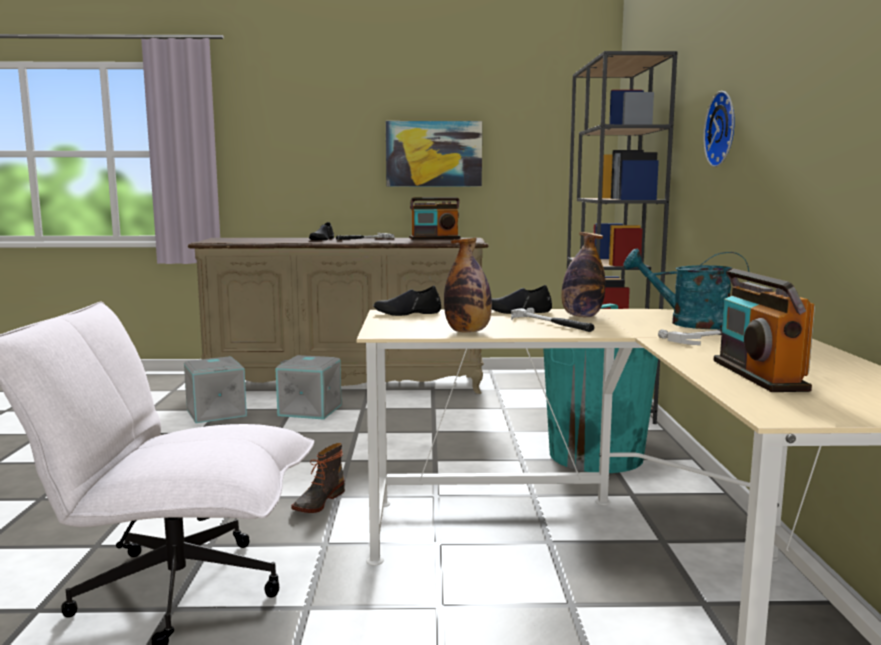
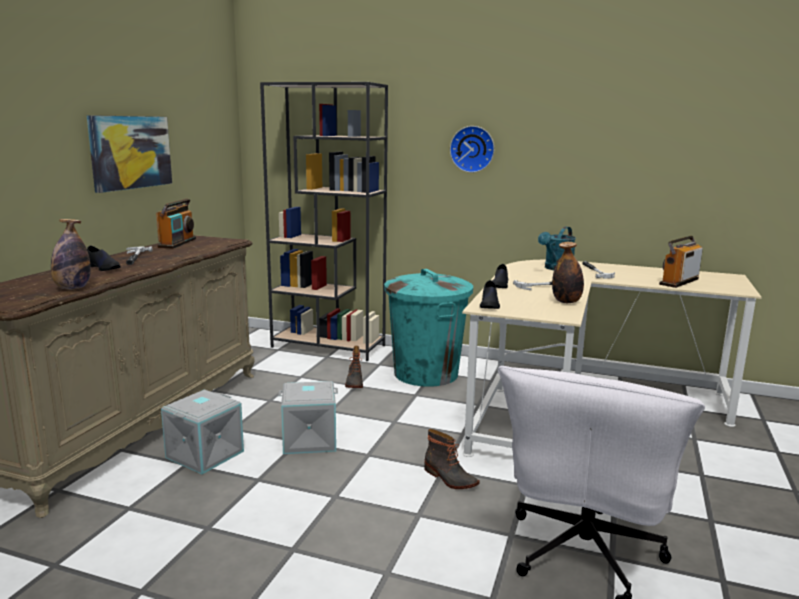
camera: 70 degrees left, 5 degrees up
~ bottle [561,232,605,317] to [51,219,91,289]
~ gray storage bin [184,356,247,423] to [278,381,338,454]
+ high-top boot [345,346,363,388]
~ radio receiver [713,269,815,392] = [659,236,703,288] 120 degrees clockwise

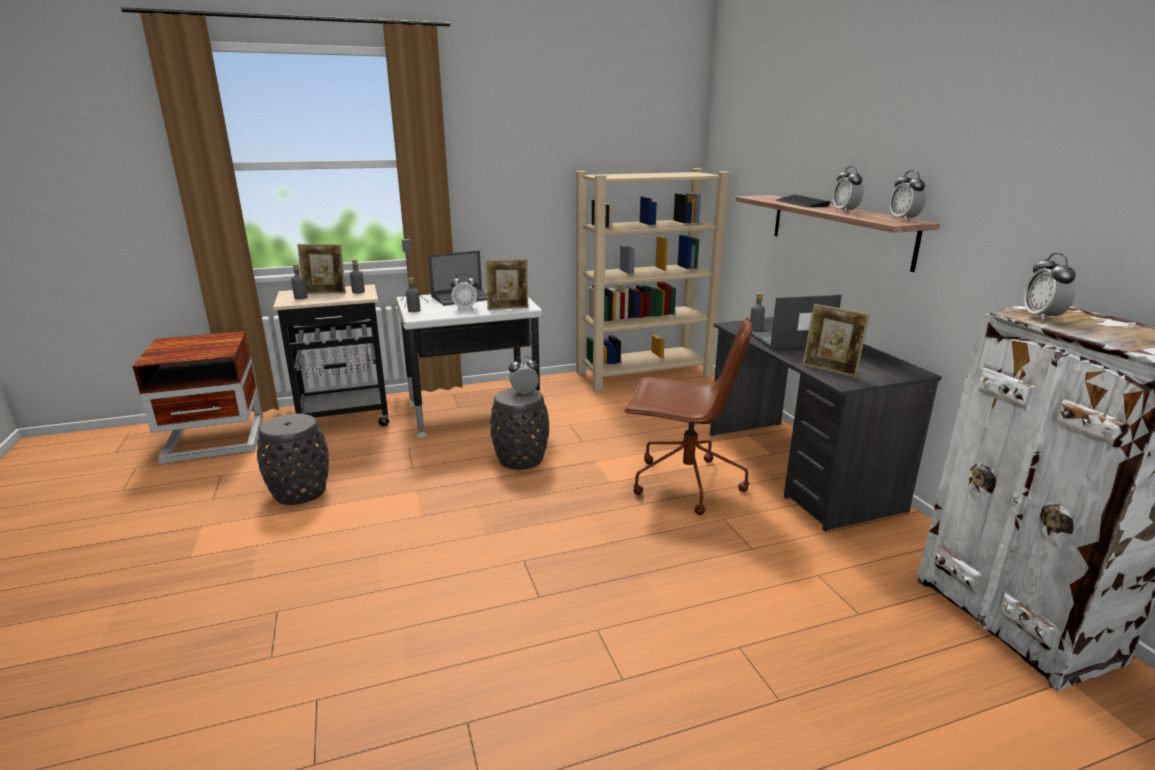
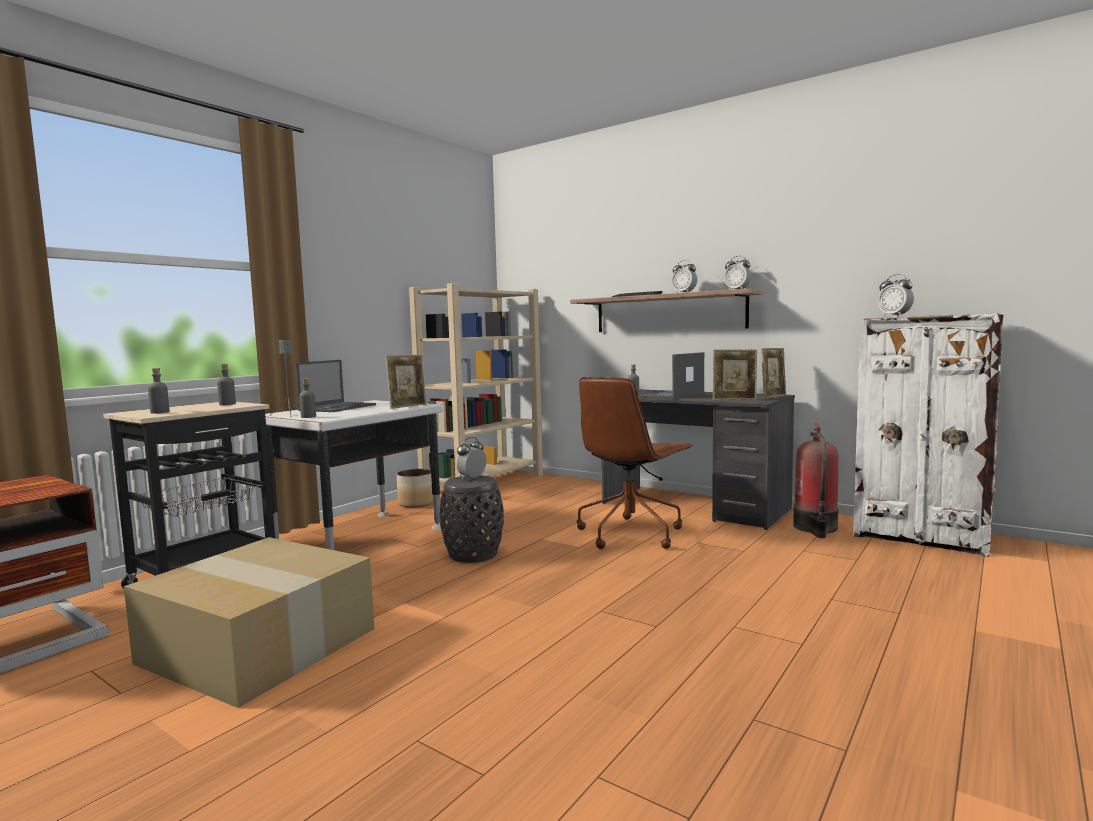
camera: 35 degrees left, 15 degrees down
~ gray stool seat [257,414,329,505] to carton [124,537,375,708]
+ planter [397,469,433,508]
~ brownish computer chair [624,318,753,515] = [577,377,694,549] 150 degrees clockwise
~ standing frame [297,244,346,294] to [761,348,786,399]
+ fire extinguisher [793,422,839,538]
- table clock [451,273,478,310]

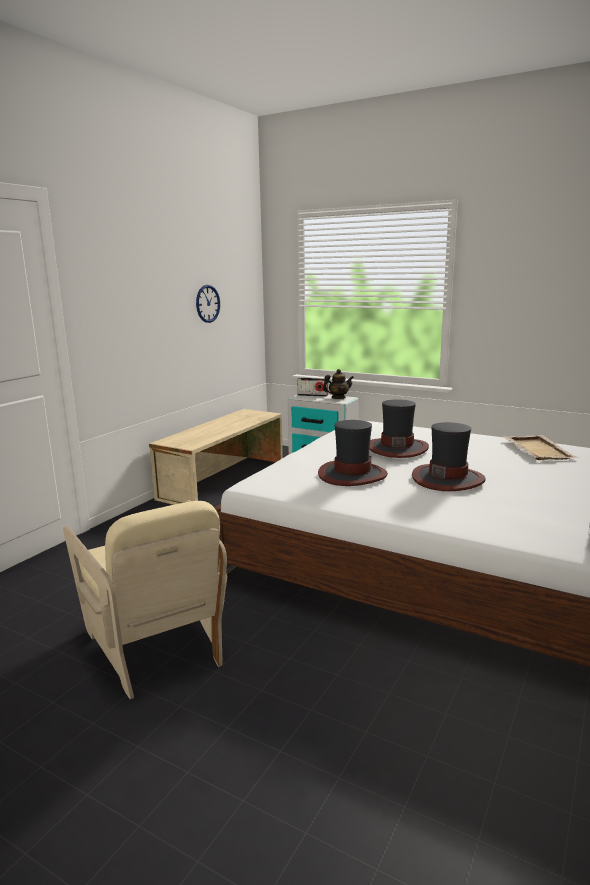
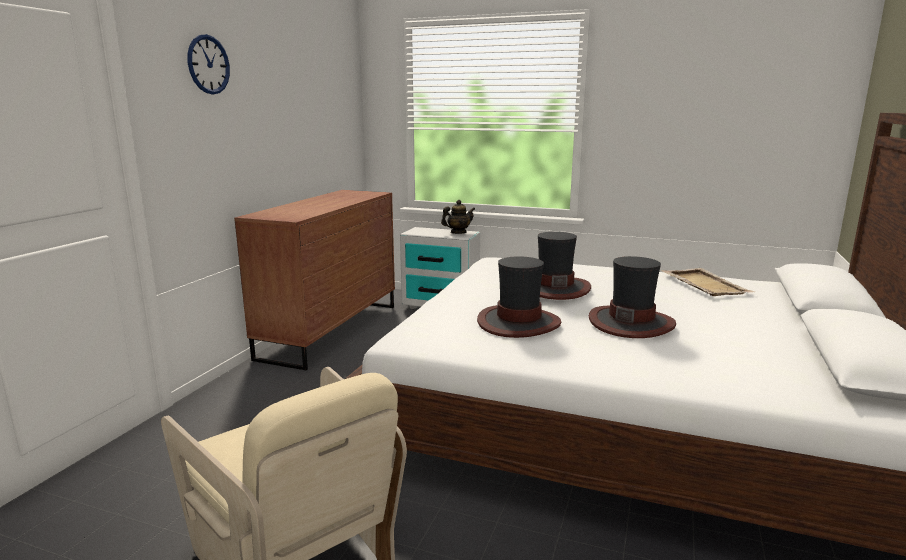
camera: 10 degrees left, 0 degrees up
~ clock on the wall [196,285,220,323] to [187,34,230,94]
~ sand-coloured bench [149,409,283,505] to brownish drawer chest [234,190,395,370]
- radio receiver [297,378,328,397]

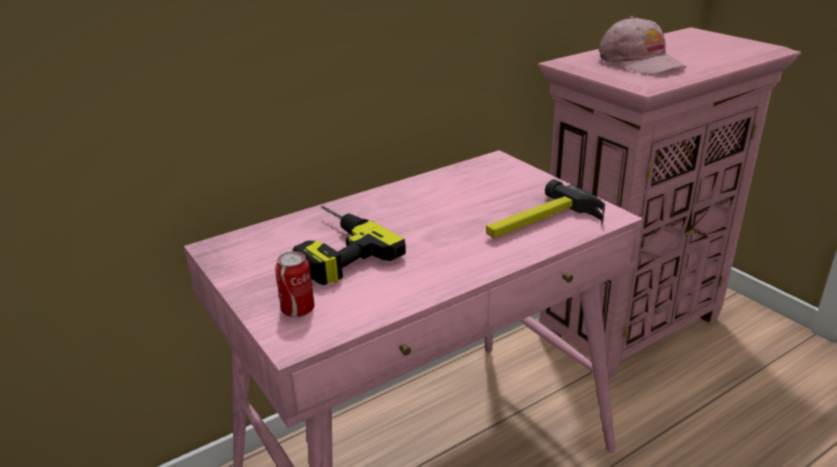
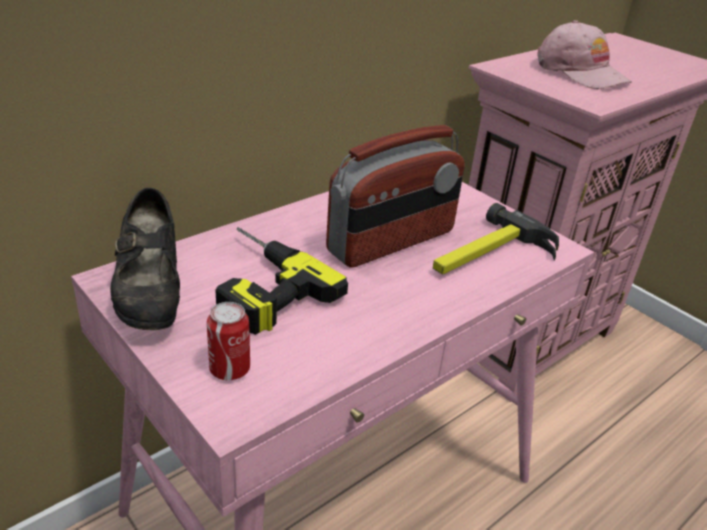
camera: 10 degrees left, 5 degrees up
+ black shoe [110,188,180,330]
+ radio receiver [326,125,465,268]

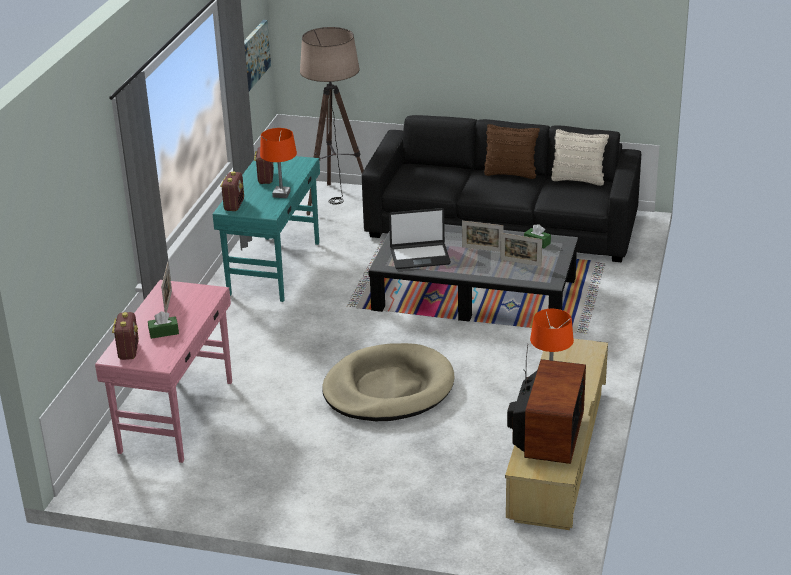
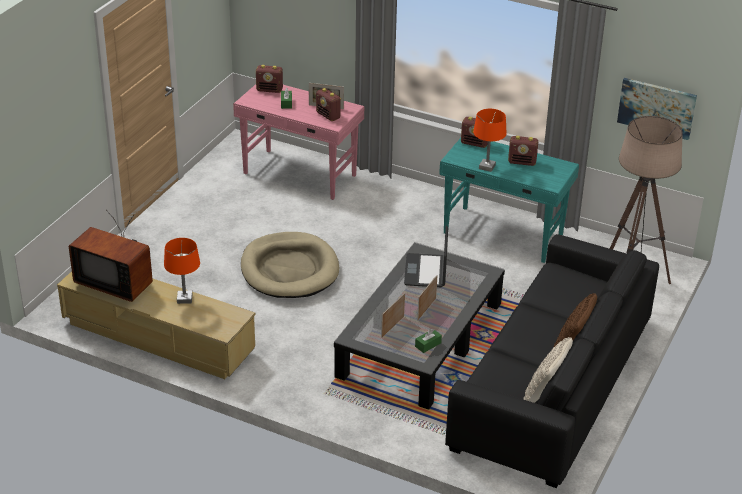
camera: 100 degrees right, 5 degrees up
+ radio receiver [316,88,341,121]

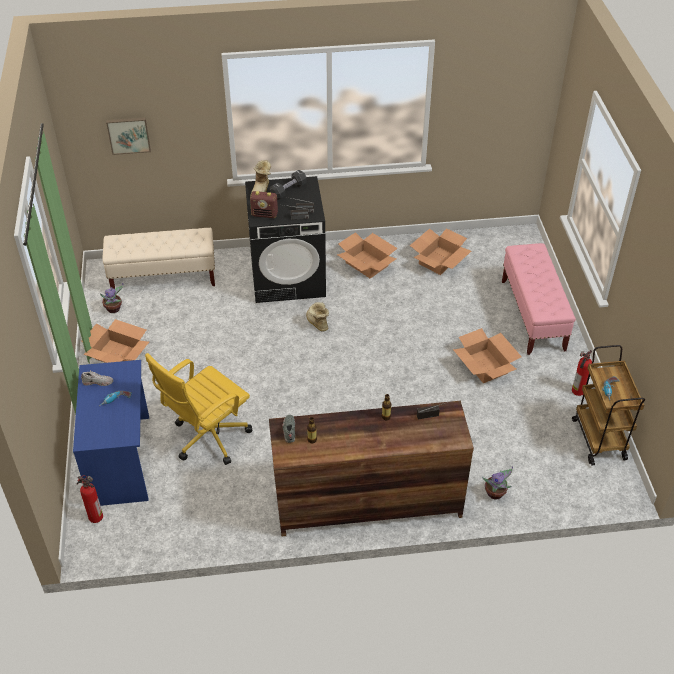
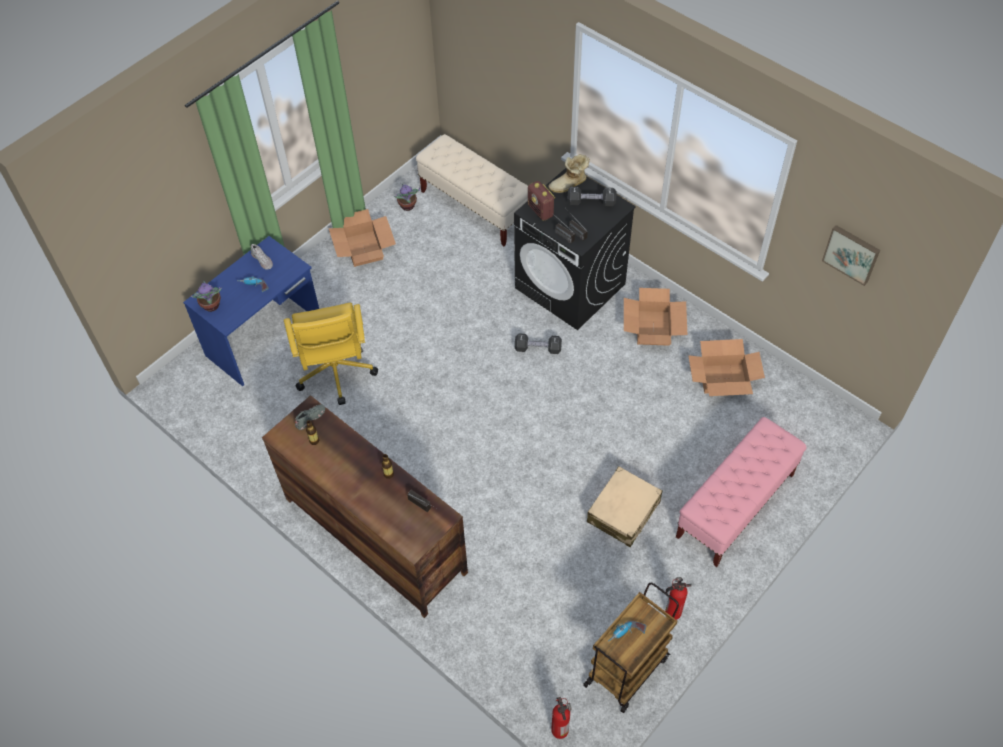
camera: 50 degrees right, 10 degrees up
~ plant in a pot [482,466,513,499] to [191,281,222,312]
~ yellow-coloured computer chair [145,353,252,465] = [284,303,378,405] 105 degrees counterclockwise
~ high-top boot [306,302,329,332] to black hand weight [515,333,562,354]
~ fire extinguisher [77,475,103,523] to [551,697,572,739]
~ carton [453,328,522,383] to sand-coloured travel case [587,467,662,547]
~ wall art [106,117,151,155] to [822,225,880,286]

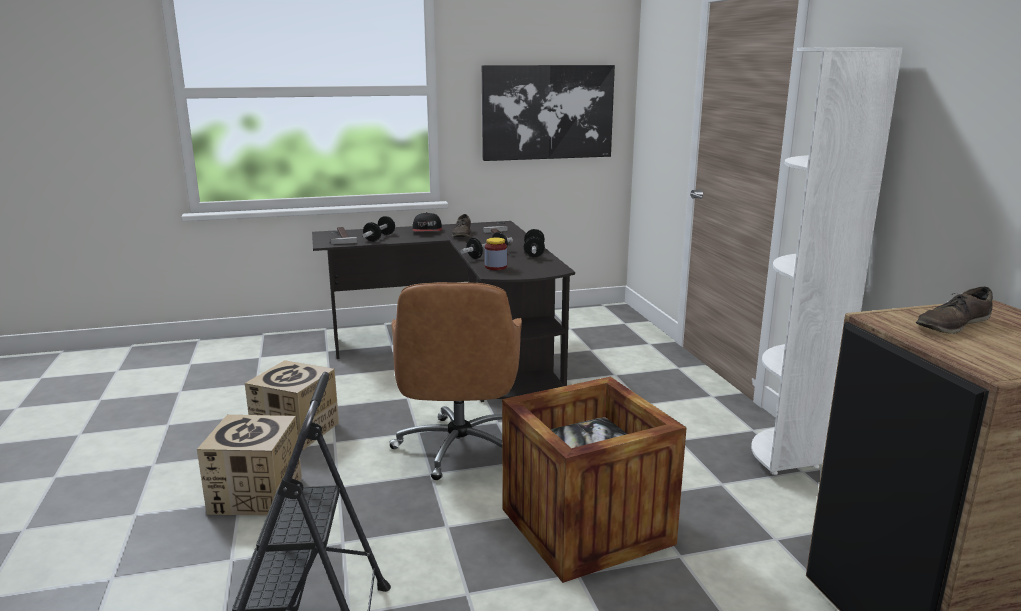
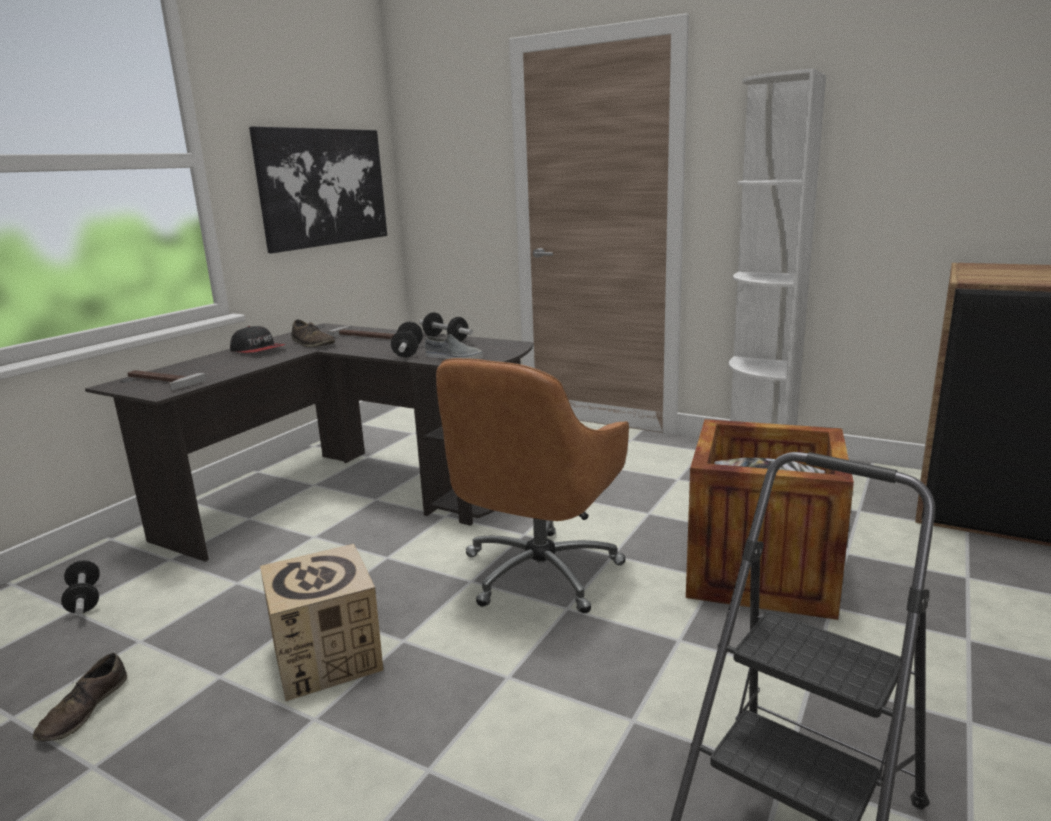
camera: 45 degrees left, 0 degrees up
~ brownish shoe [916,287,993,334] to [33,653,127,741]
~ hand weight [363,216,395,242] to [61,560,100,615]
~ jar [485,238,507,270] to gray shoe [425,334,483,359]
~ brownish computer chair [389,282,522,480] = [436,358,629,613] 75 degrees clockwise
- carton [197,415,302,515]

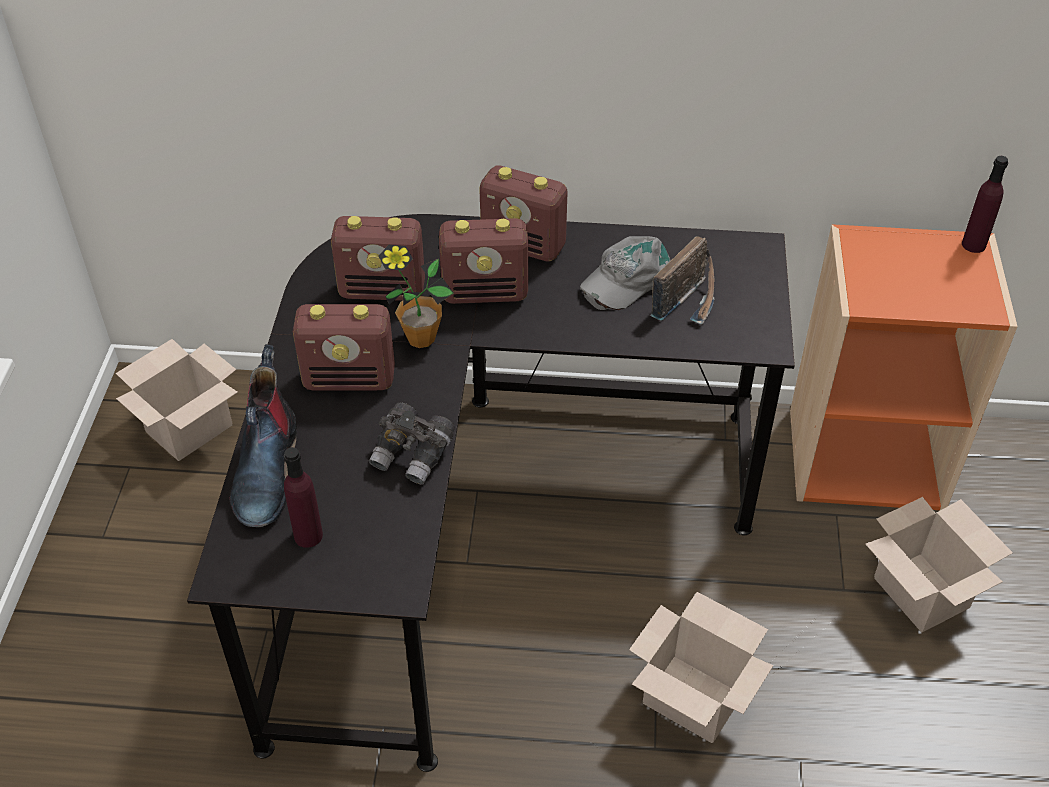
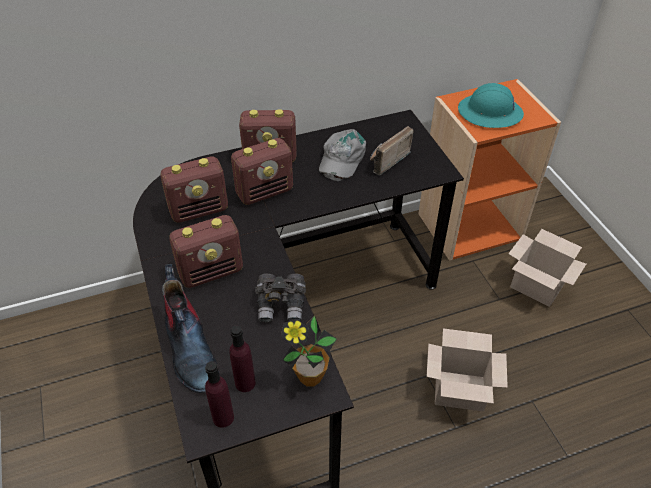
camera: 25 degrees left, 0 degrees up
~ purple-coloured bottle [962,156,1008,253] to [205,361,234,428]
~ plant in a pot [378,245,453,348] to [281,315,337,387]
~ radio receiver [650,236,714,325] = [370,126,414,175] 150 degrees counterclockwise
+ turquoise safety helmet [458,83,524,128]
- carton [116,339,238,461]

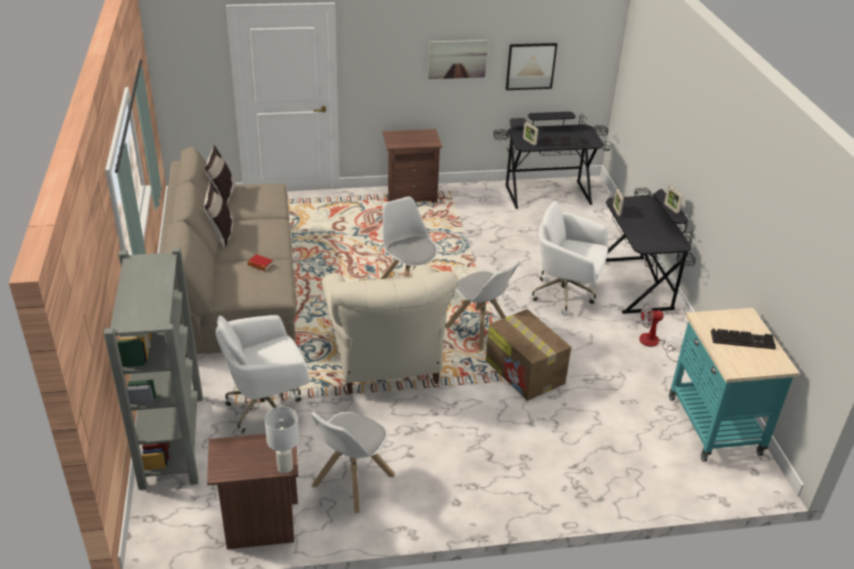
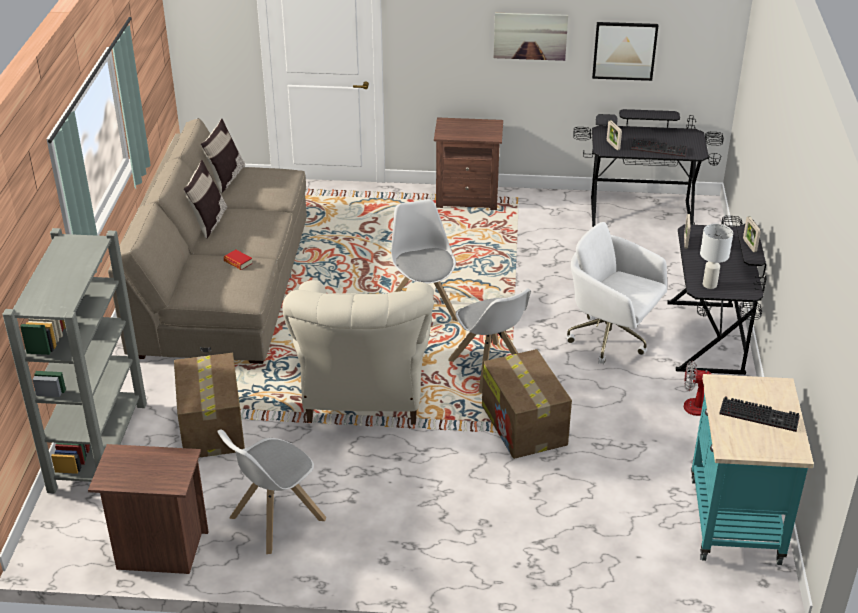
camera: 15 degrees right, 0 degrees up
~ whitish computer chair [215,315,310,434] to carton [174,353,245,458]
~ whitish tabletop lamp [265,407,299,474] to [700,224,733,289]

